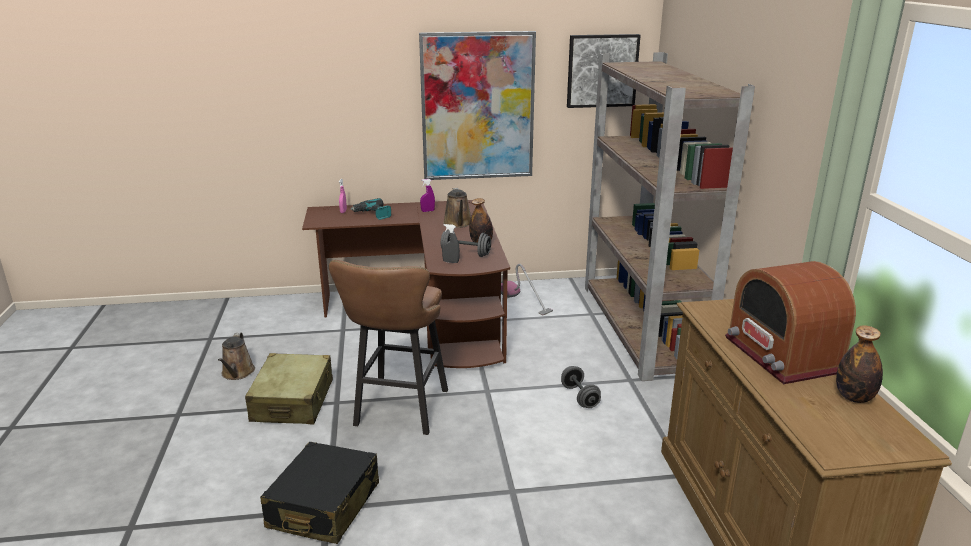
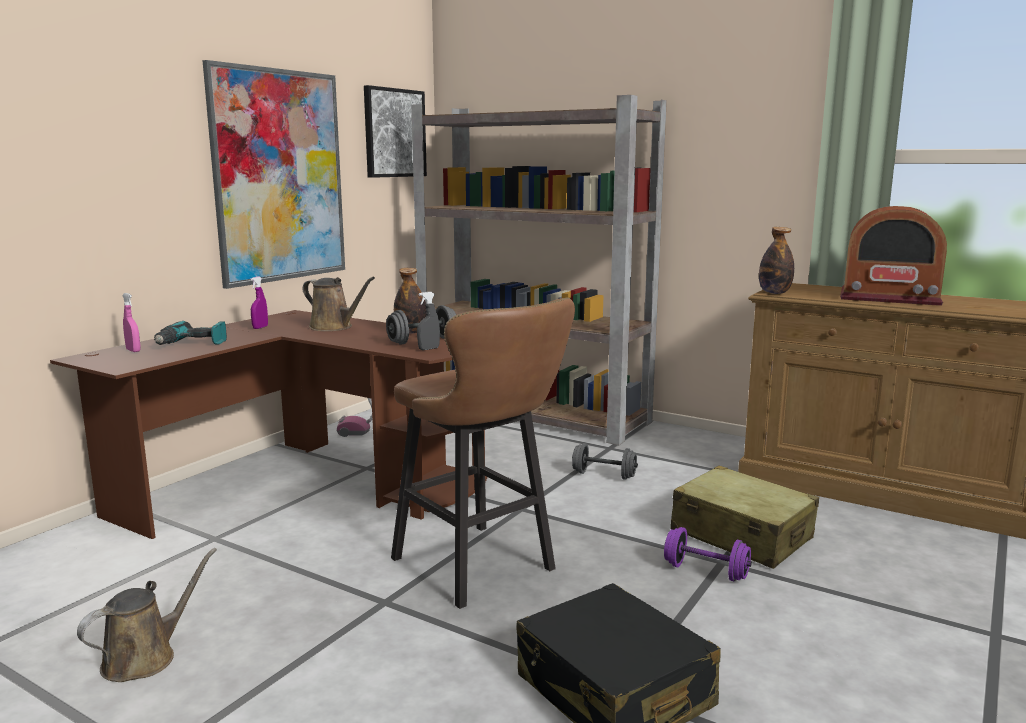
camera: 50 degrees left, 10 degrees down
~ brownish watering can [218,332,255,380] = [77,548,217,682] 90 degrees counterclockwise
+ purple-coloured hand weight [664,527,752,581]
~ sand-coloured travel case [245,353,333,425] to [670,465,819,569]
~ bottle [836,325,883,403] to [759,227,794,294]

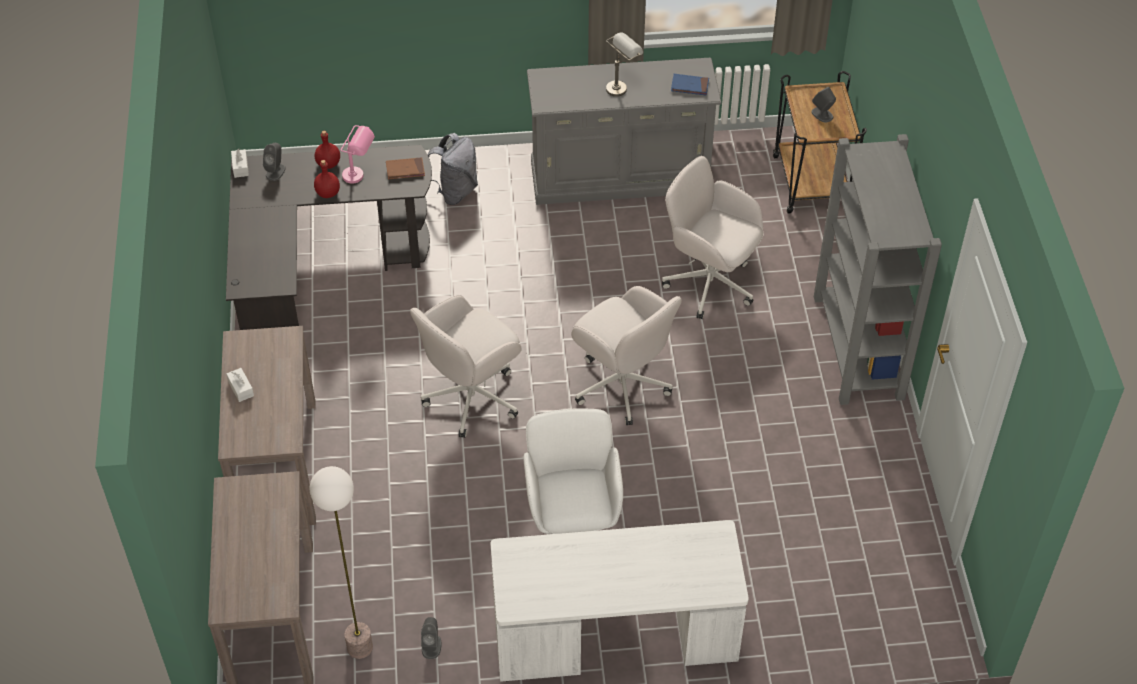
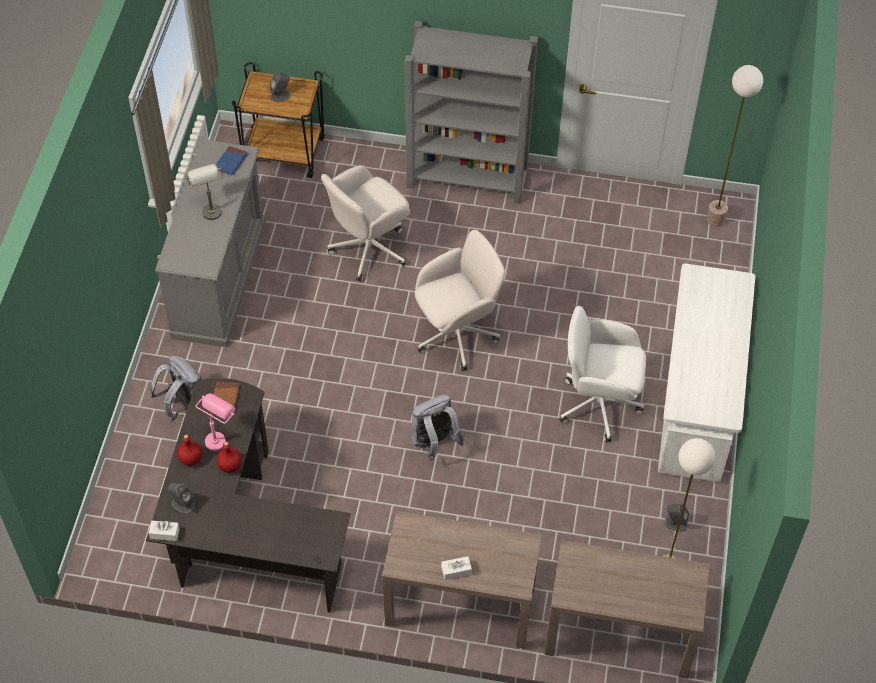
camera: 75 degrees left, 5 degrees up
~ whitish computer chair [410,295,522,438] to gray rucksack [412,395,464,460]
+ standard lamp [706,65,763,227]

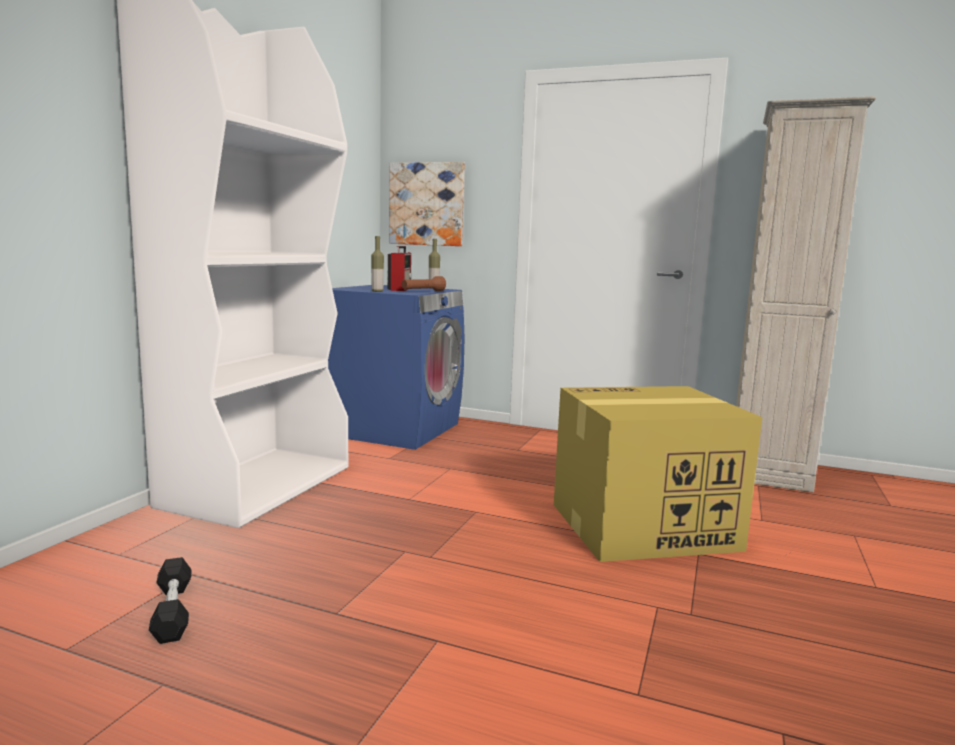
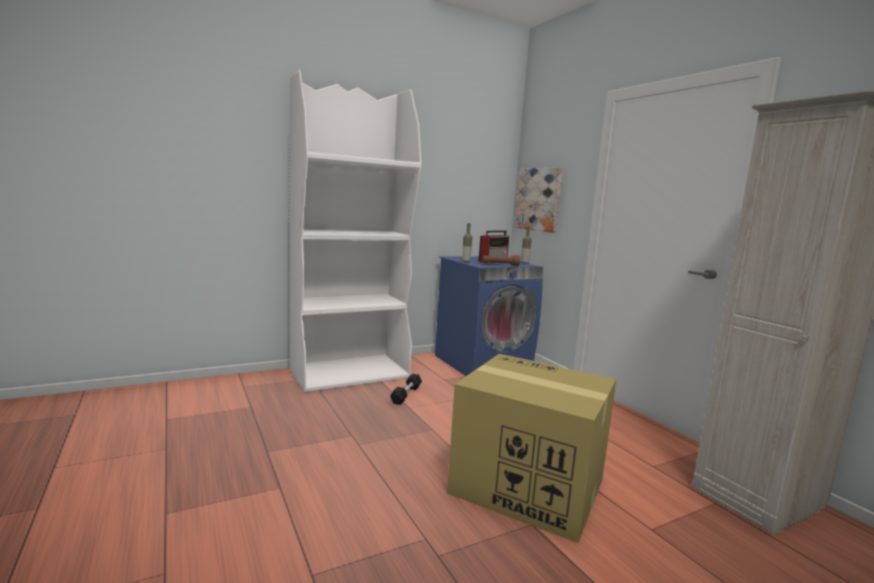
camera: 40 degrees right, 0 degrees up
~ black hand weight [149,557,192,644] to [390,373,422,405]

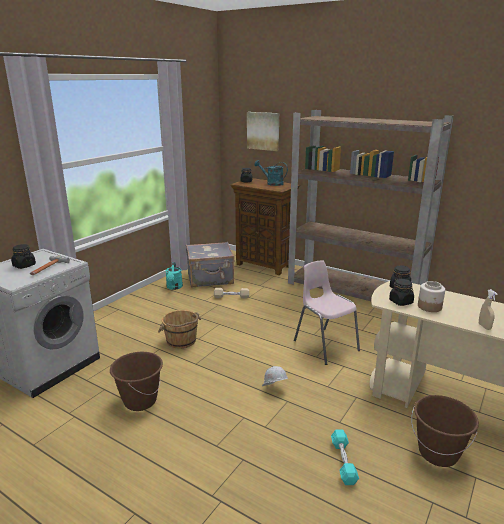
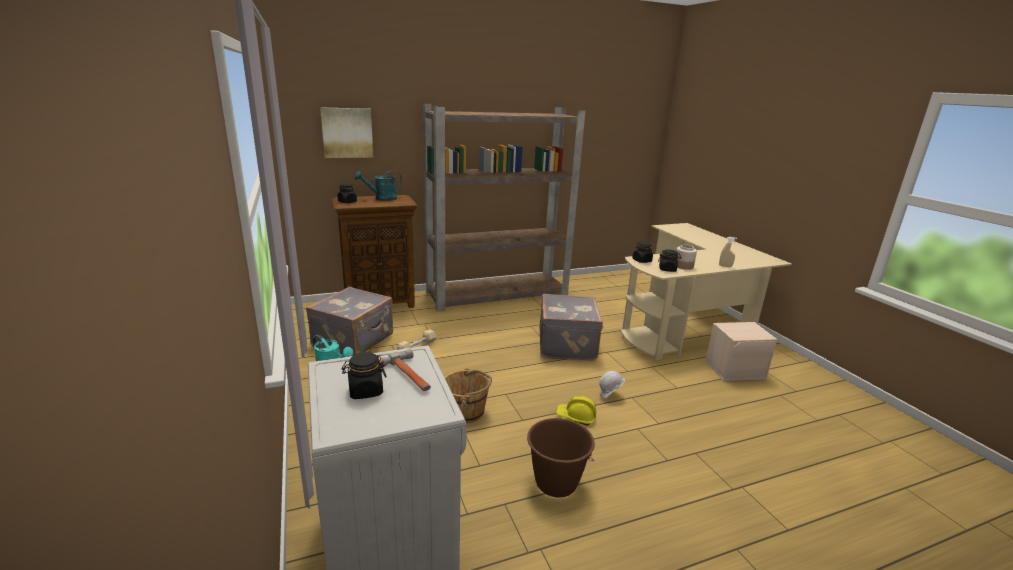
camera: 55 degrees left, 0 degrees up
~ pink-coloured plain chair [294,261,360,365] to gray travel case [540,294,603,360]
+ yellow-coloured safety helmet [556,396,596,426]
~ brownish pail [411,395,479,467] to sand-coloured storage bin [705,322,778,381]
- turquoise hand weight [331,430,359,485]

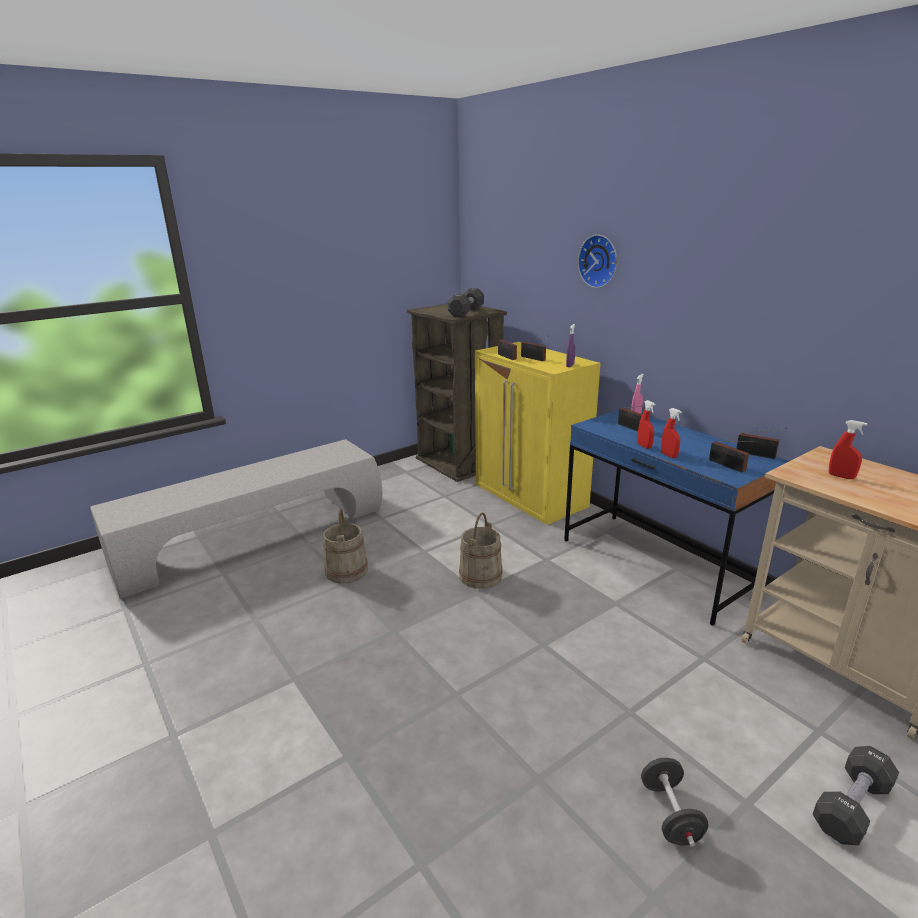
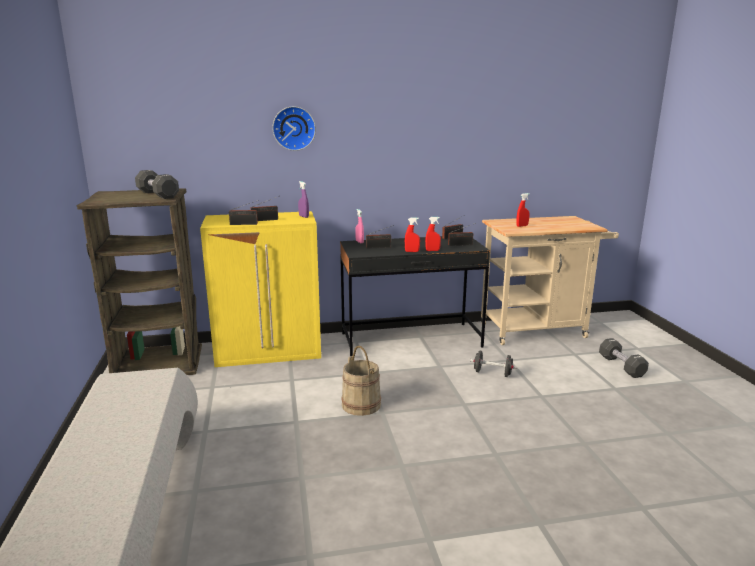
camera: 65 degrees left, 5 degrees down
~ bluish desk [564,409,789,626] to black desk [340,236,490,356]
~ black hand weight [641,758,709,847] to [470,351,517,377]
- sand-coloured pail [323,509,368,584]

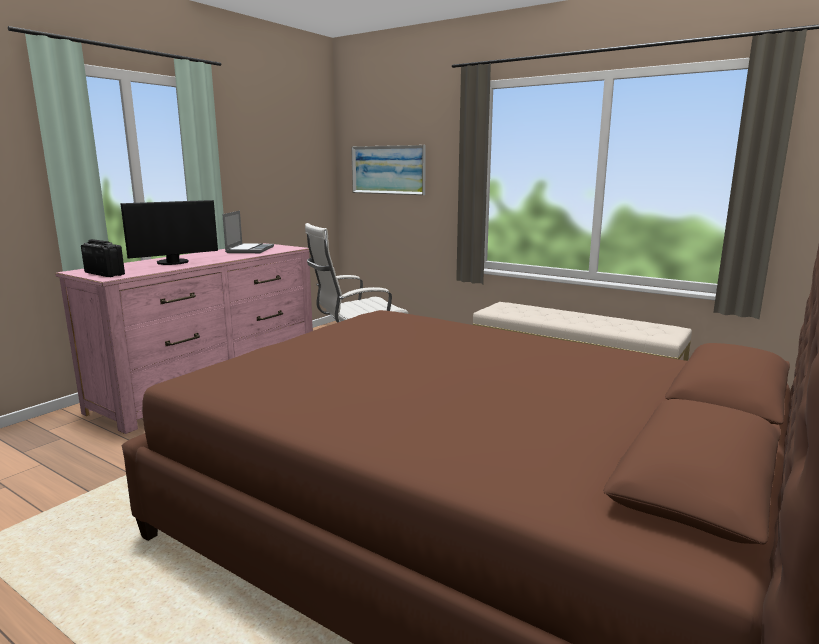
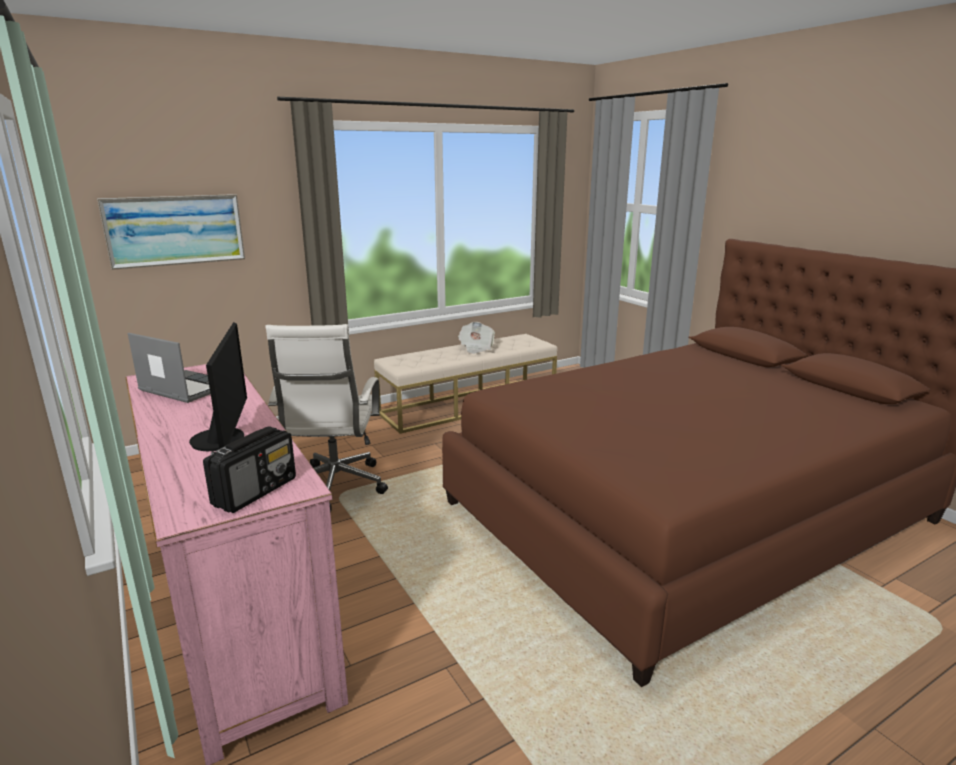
camera: 65 degrees left, 5 degrees up
~ radio receiver [81,239,125,277] = [203,426,296,513] 150 degrees clockwise
+ newspaper [458,322,495,354]

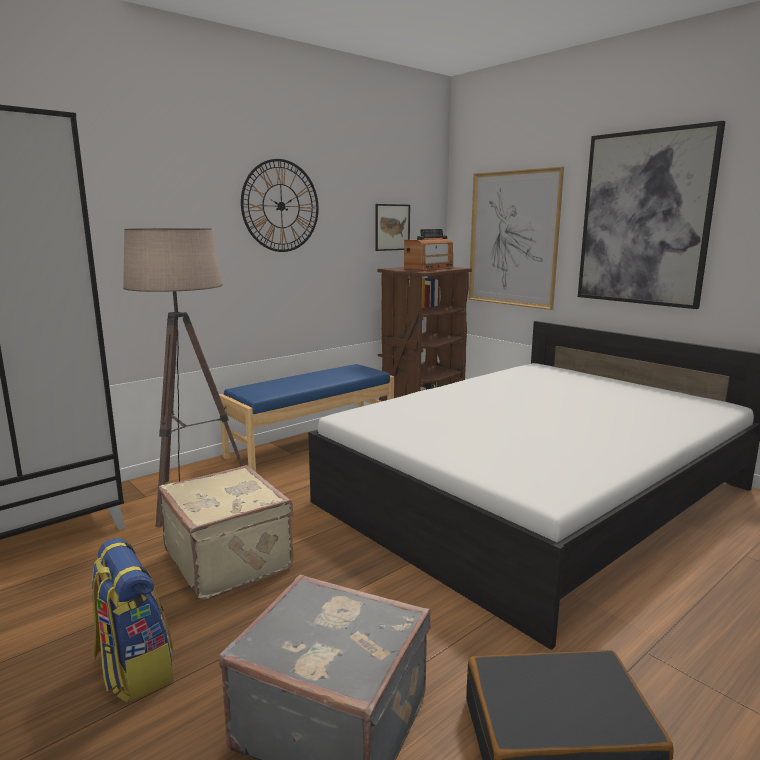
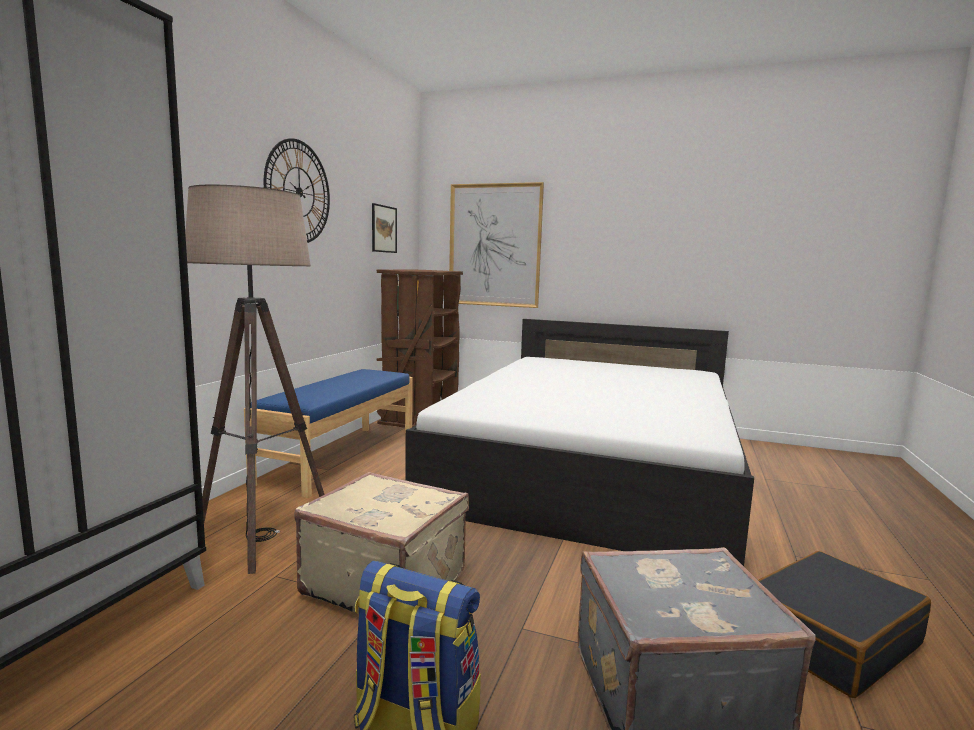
camera: 30 degrees left, 5 degrees down
- radio receiver [404,229,454,271]
- wall art [578,121,725,309]

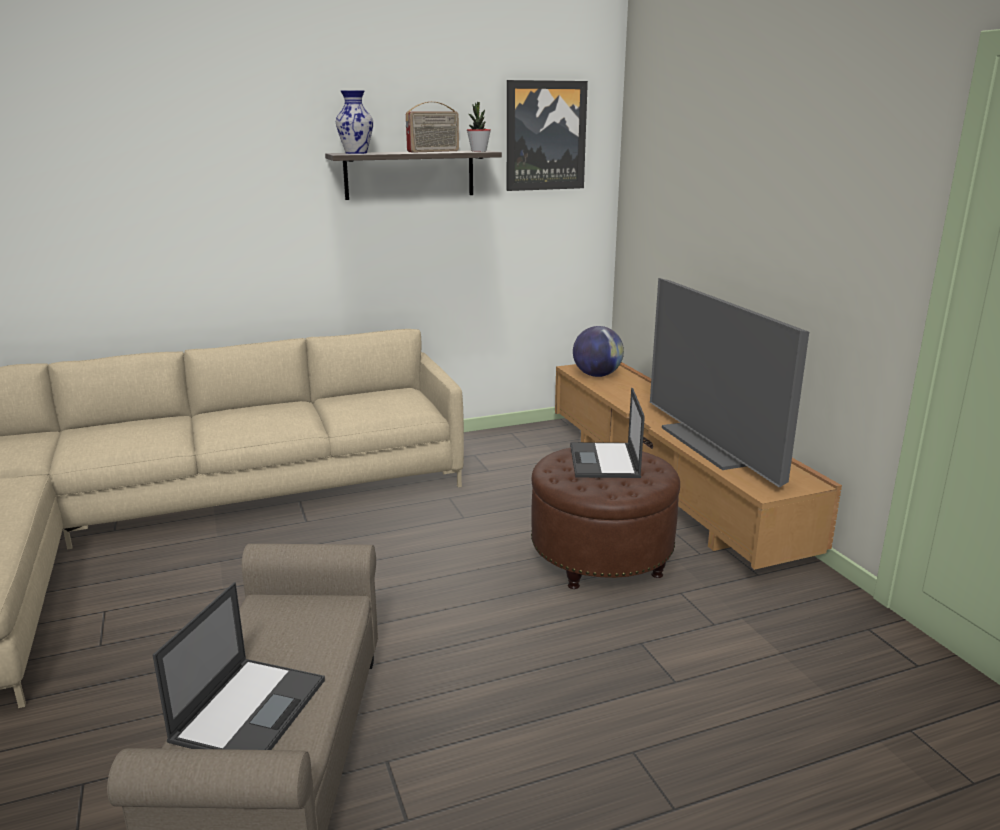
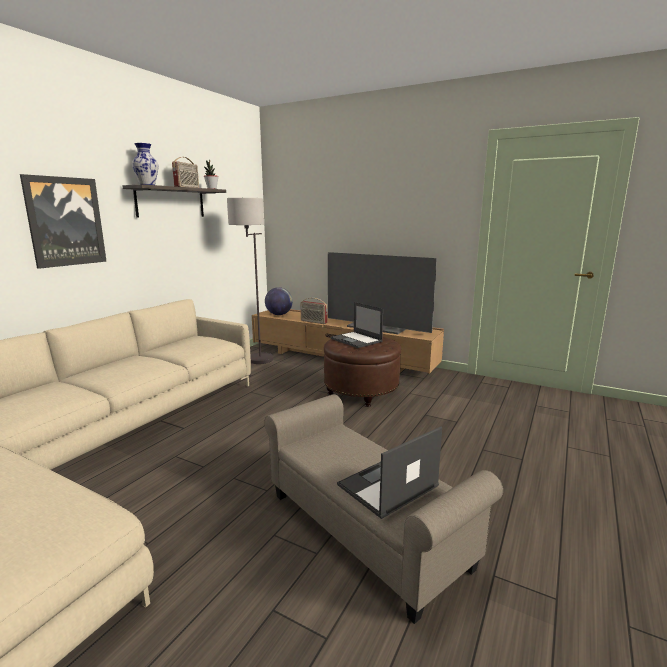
camera: 40 degrees left, 5 degrees down
~ wall art [507,80,588,191] to [20,174,107,269]
+ gray standard lamp [227,198,273,364]
+ radio receiver [300,298,327,324]
~ laptop [153,582,325,750] = [337,426,442,519] 105 degrees counterclockwise

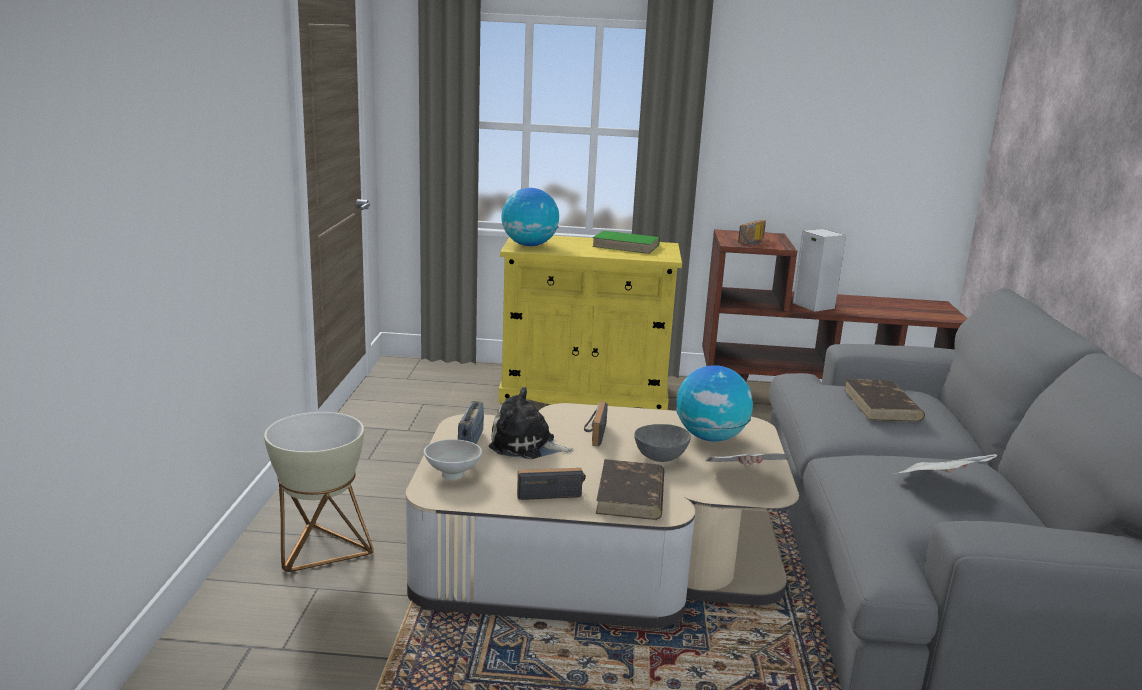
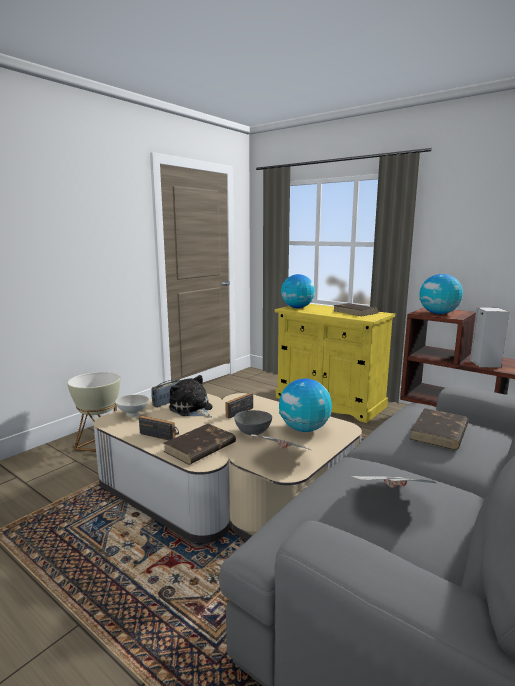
camera: 35 degrees right, 5 degrees down
~ green volume [592,231,660,254] to brownish volume [333,303,379,316]
~ radio receiver [738,220,766,245] to globe [419,274,463,314]

